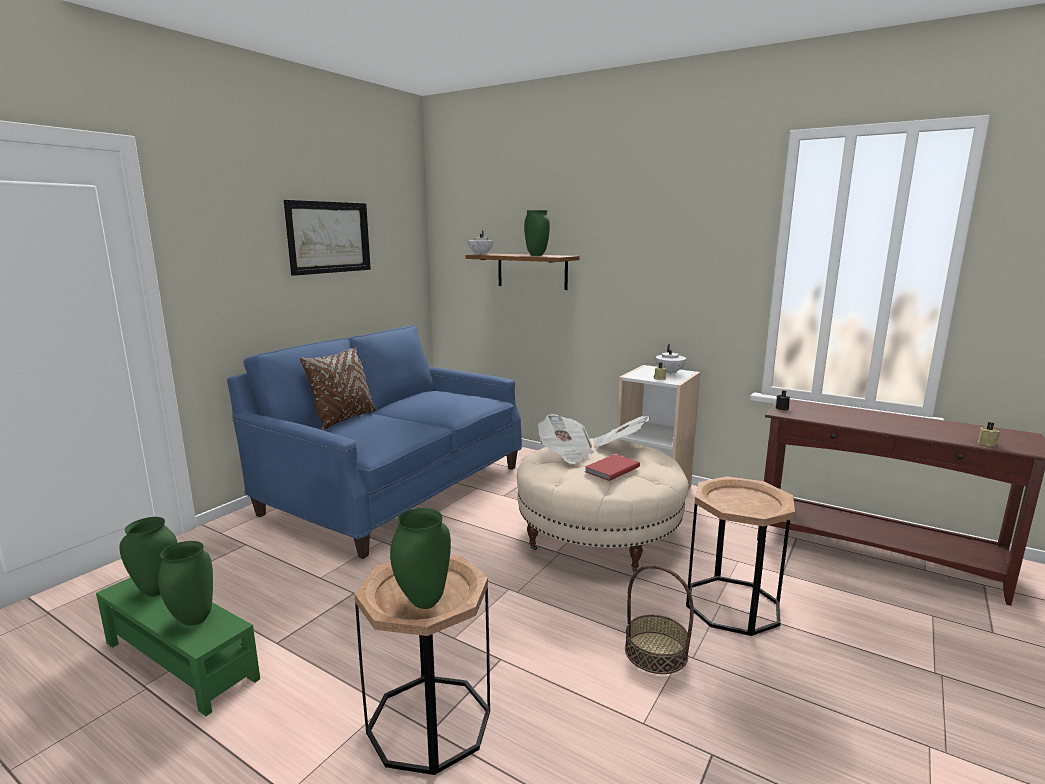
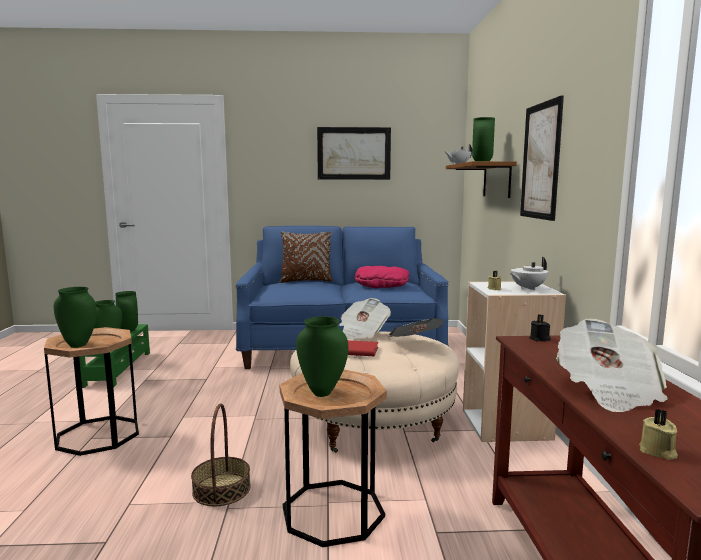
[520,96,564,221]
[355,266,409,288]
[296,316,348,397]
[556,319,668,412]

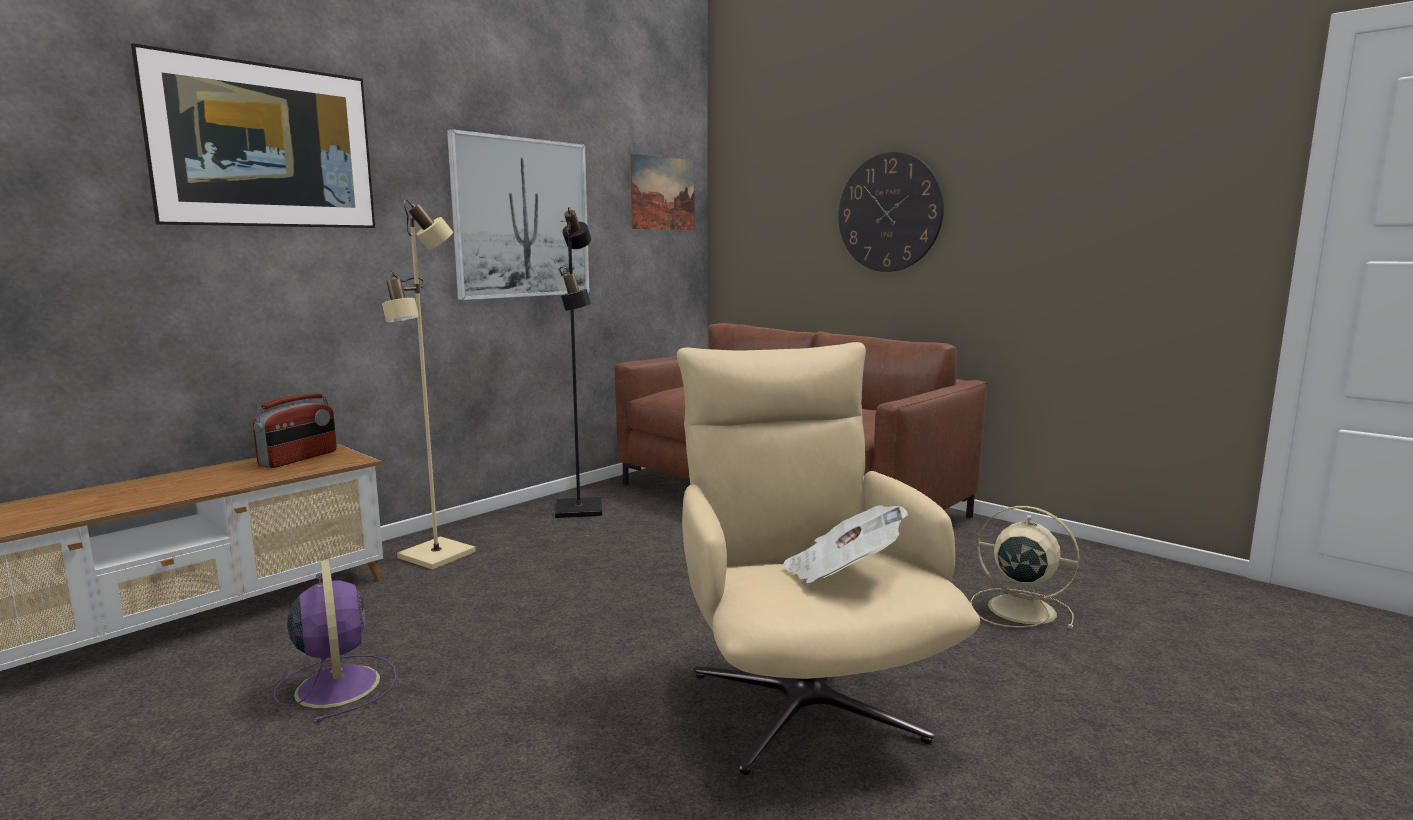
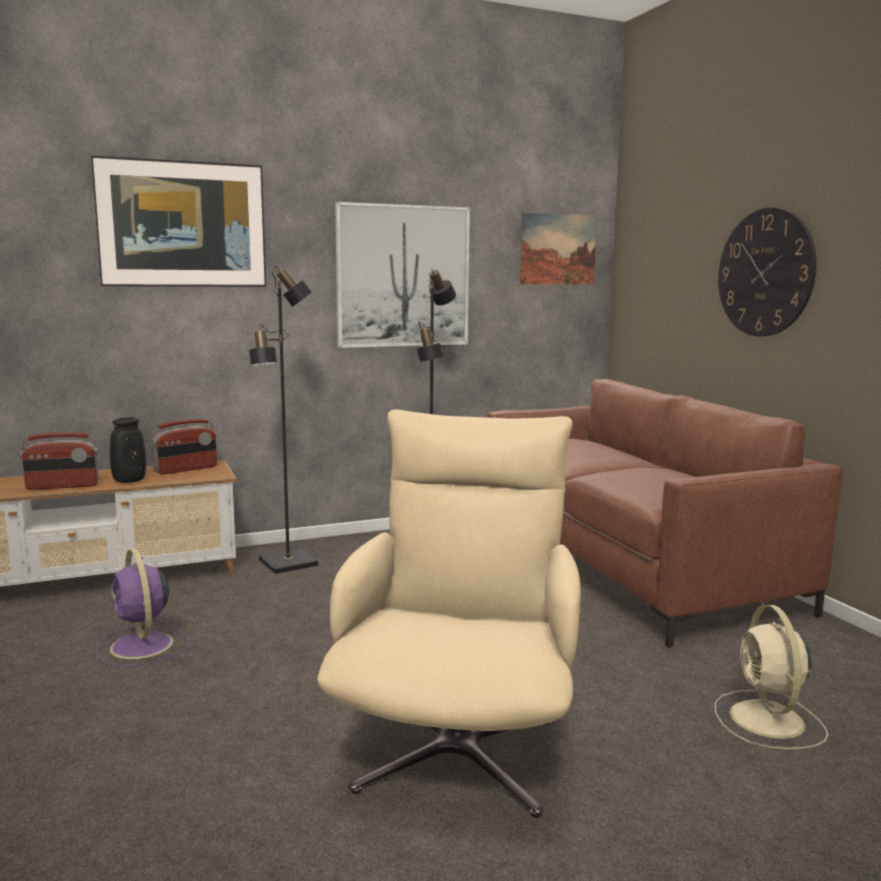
[249,266,318,574]
[783,505,908,583] (first image)
[715,605,828,750]
[96,549,190,667]
[110,418,146,483]
[20,432,99,490]

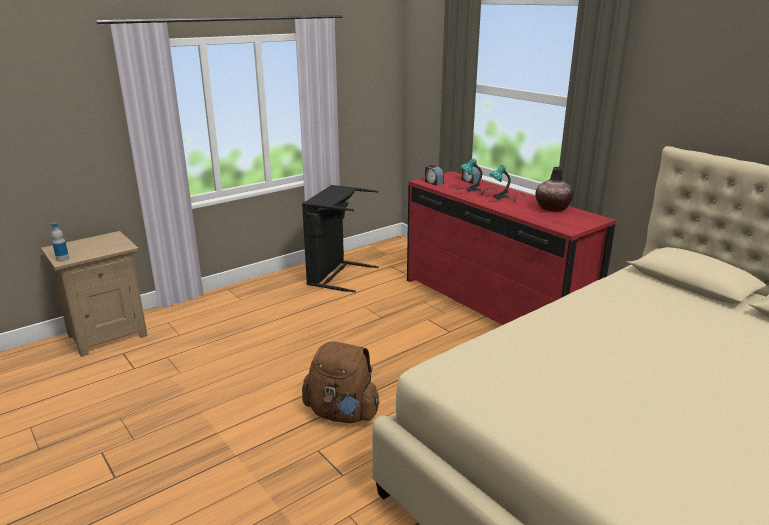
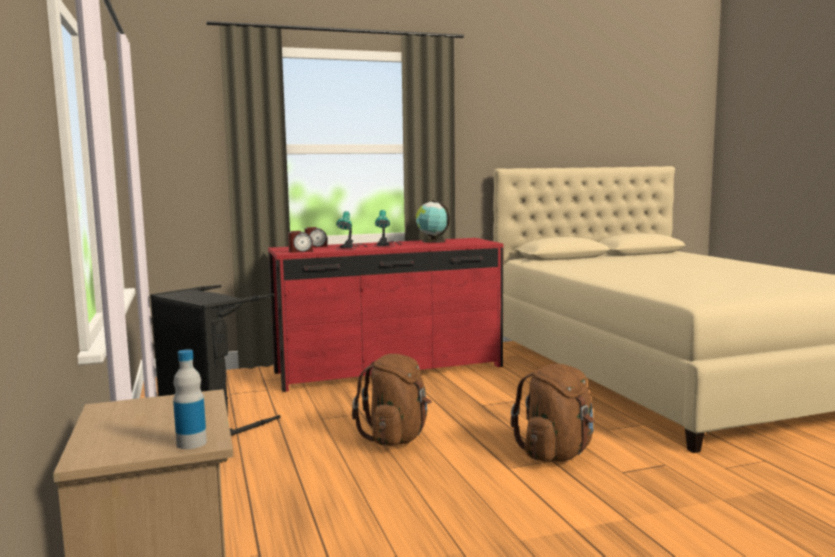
[416,200,450,243]
[352,354,432,446]

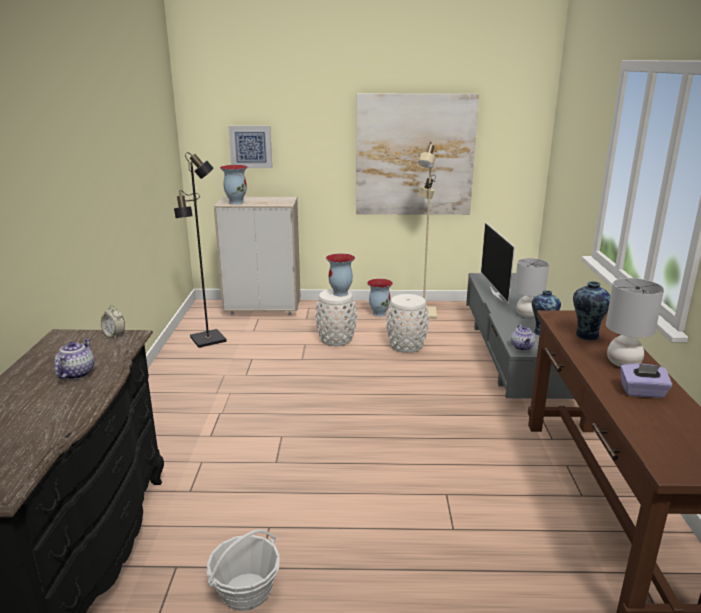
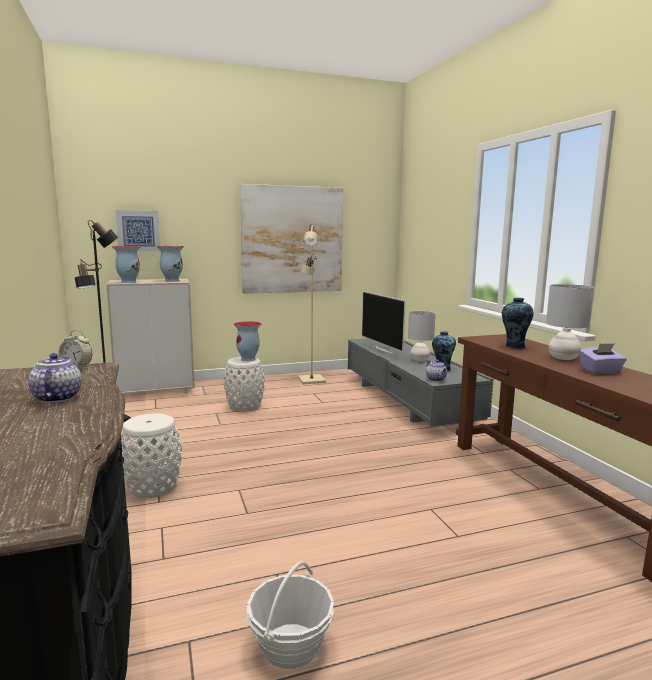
[157,246,184,282]
[121,414,182,498]

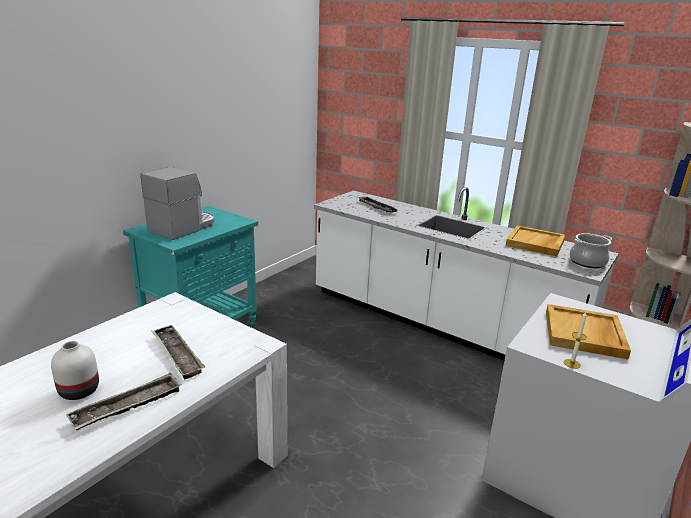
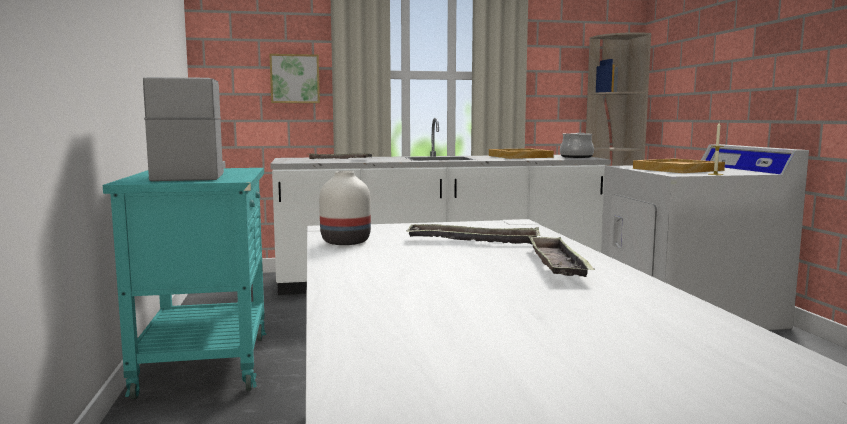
[319,171,371,245]
[269,54,320,103]

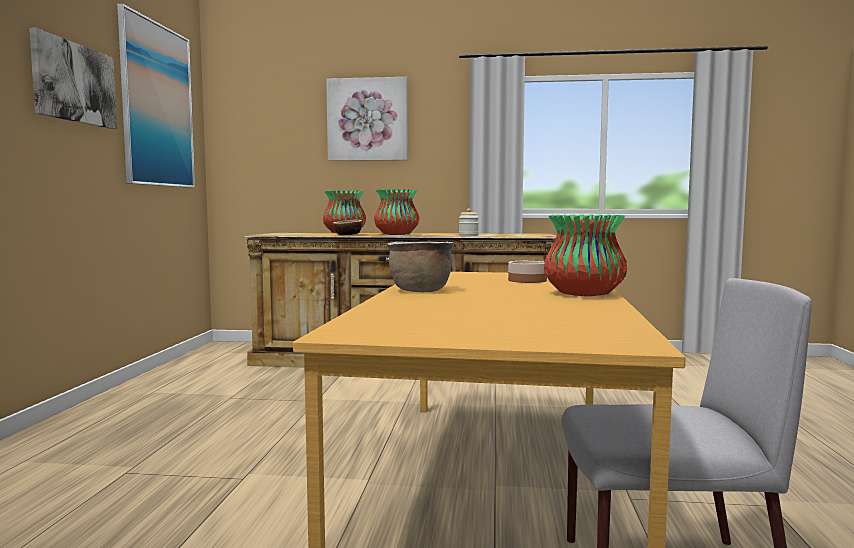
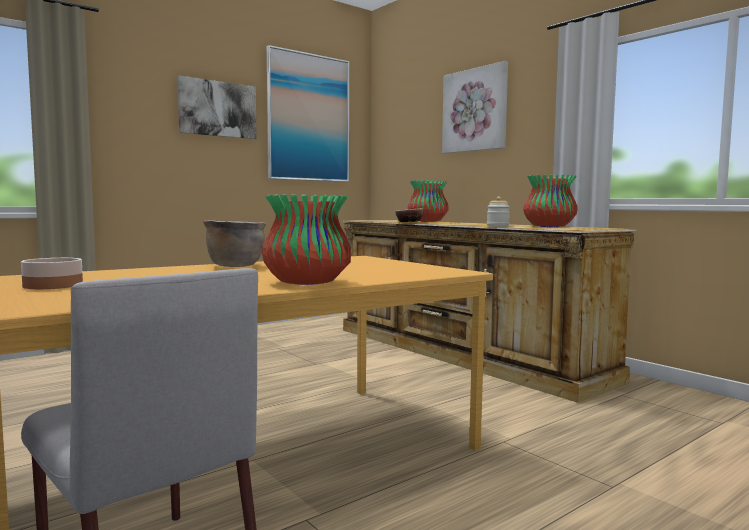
[524,174,578,227]
[21,258,83,289]

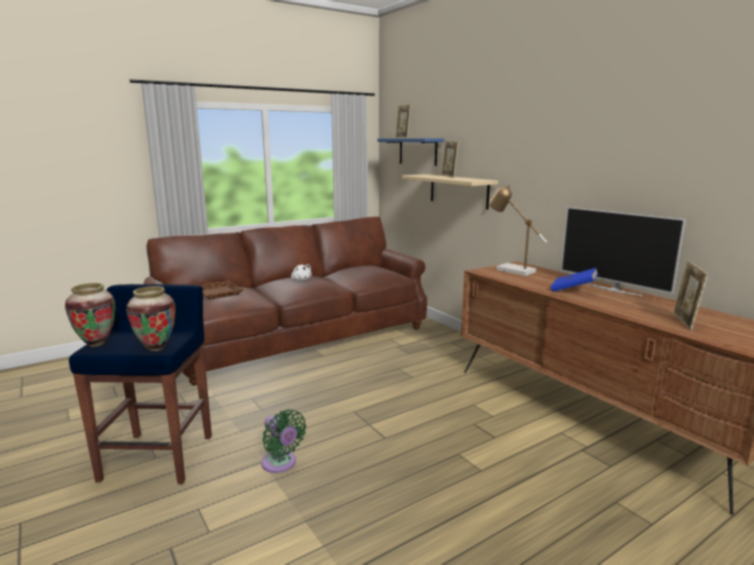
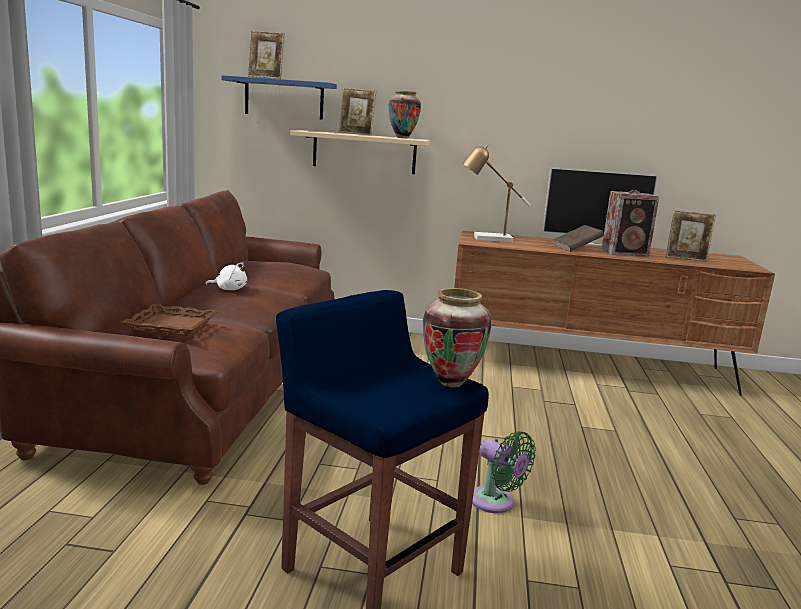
[666,210,716,262]
[553,225,604,252]
[389,91,421,138]
[472,431,536,513]
[602,190,659,257]

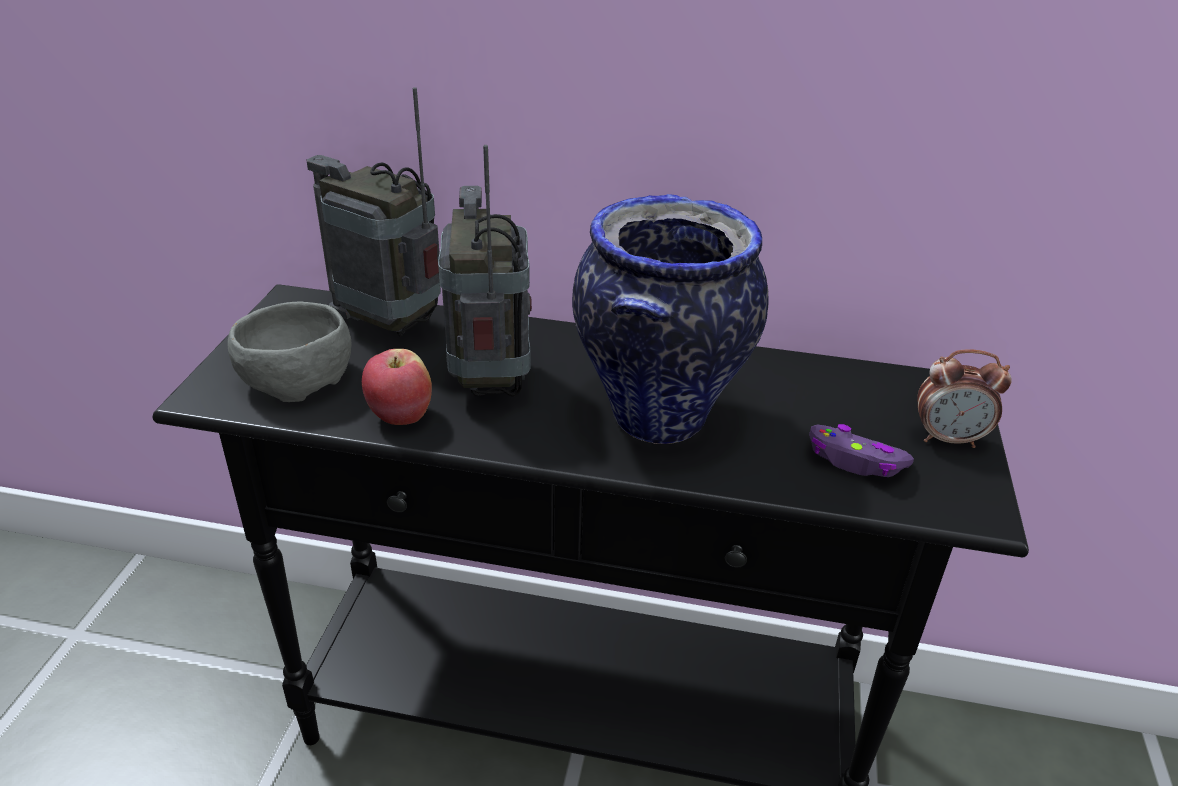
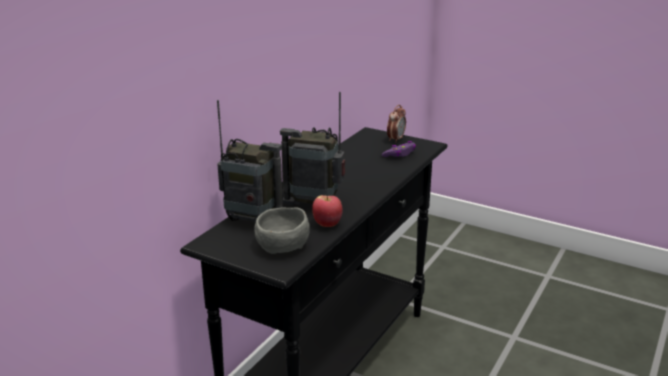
[217,100,283,222]
[572,194,768,444] (first image)

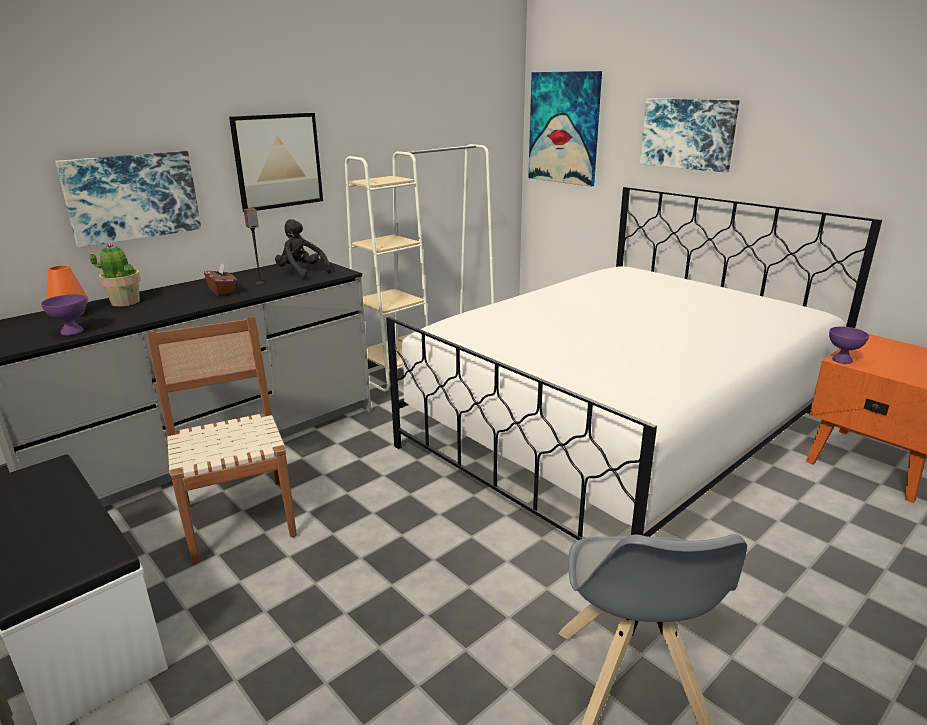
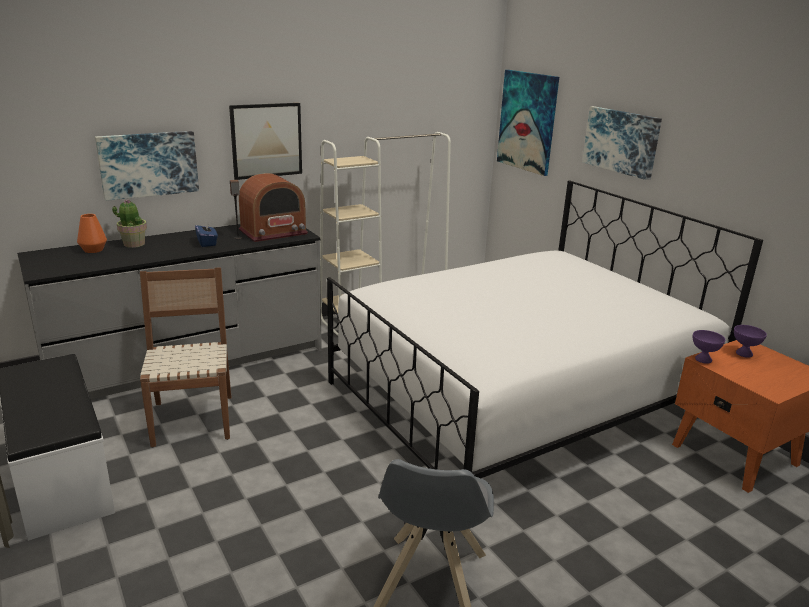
[239,173,308,242]
[195,222,218,247]
[734,325,767,358]

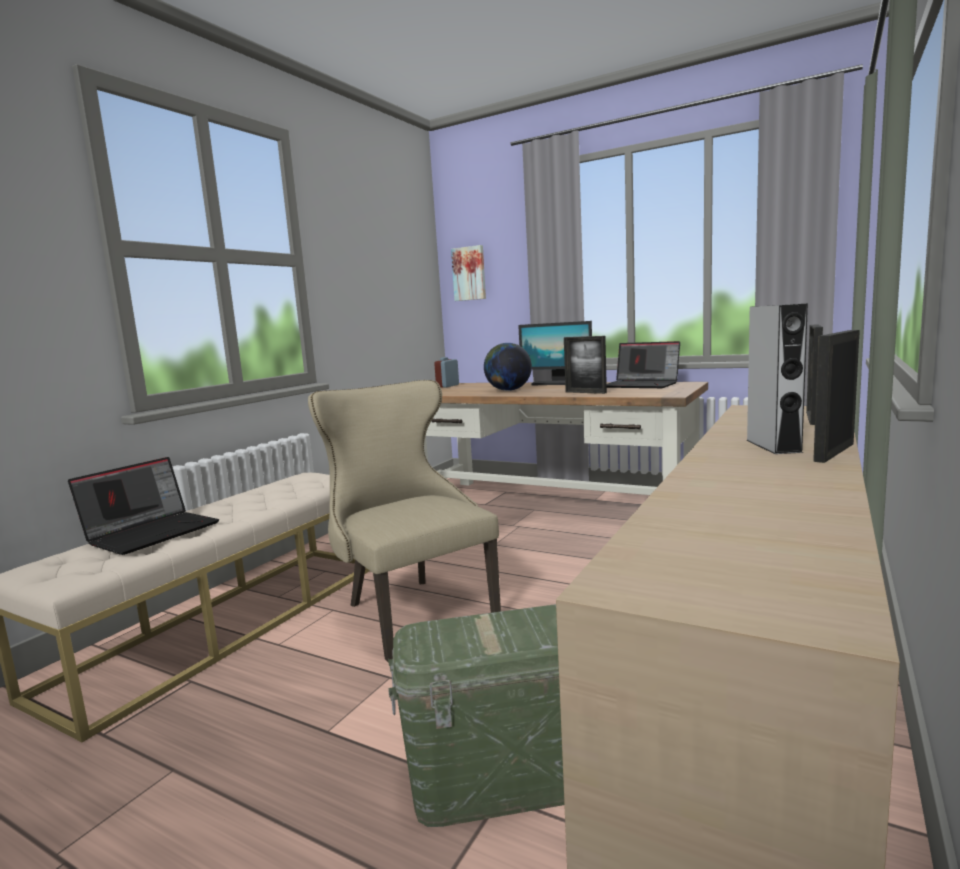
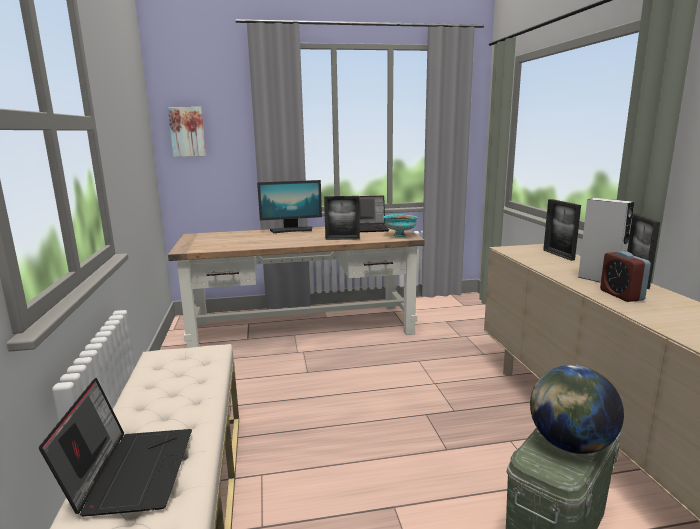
[530,365,624,454]
[600,251,651,302]
[308,380,501,662] (first image)
[384,214,418,237]

